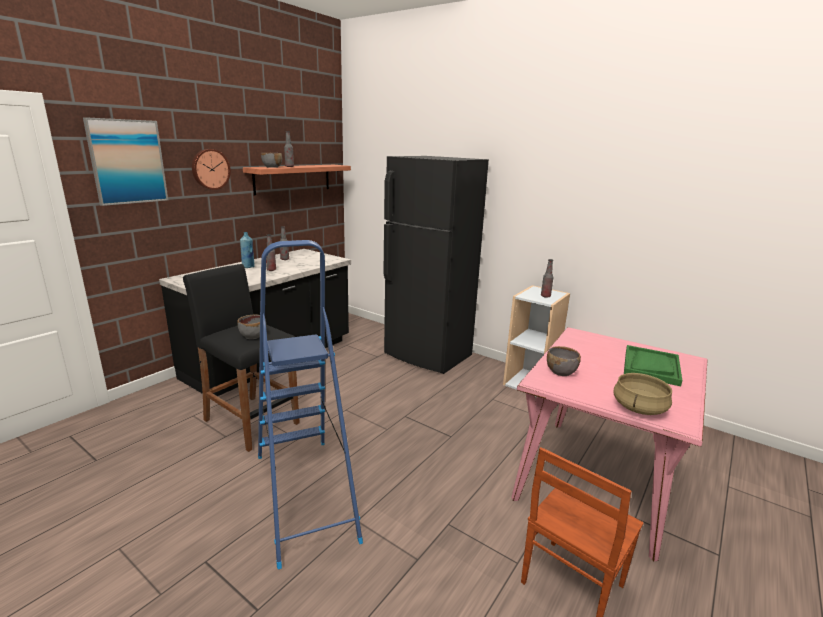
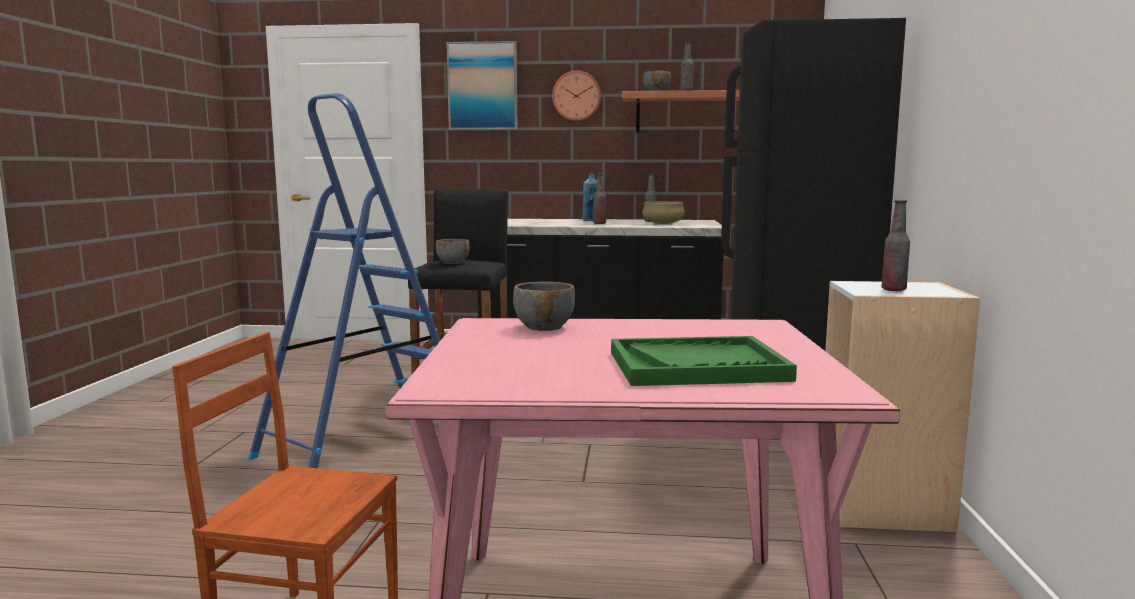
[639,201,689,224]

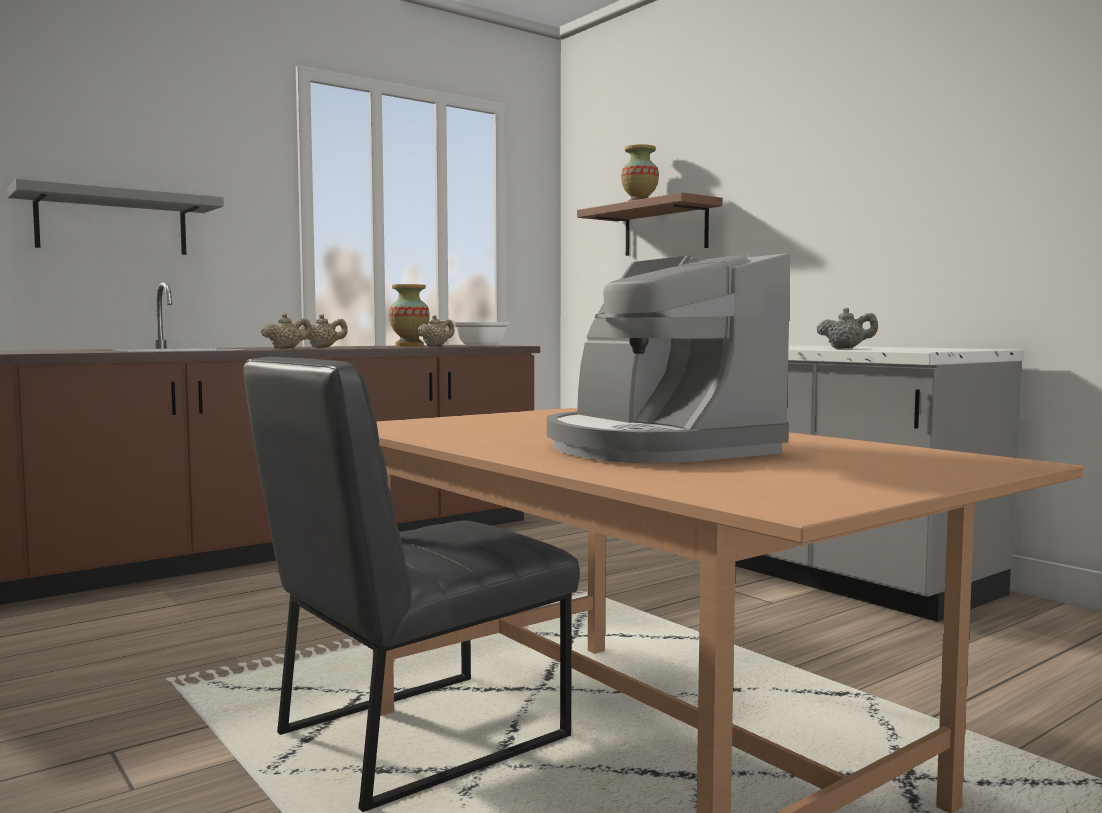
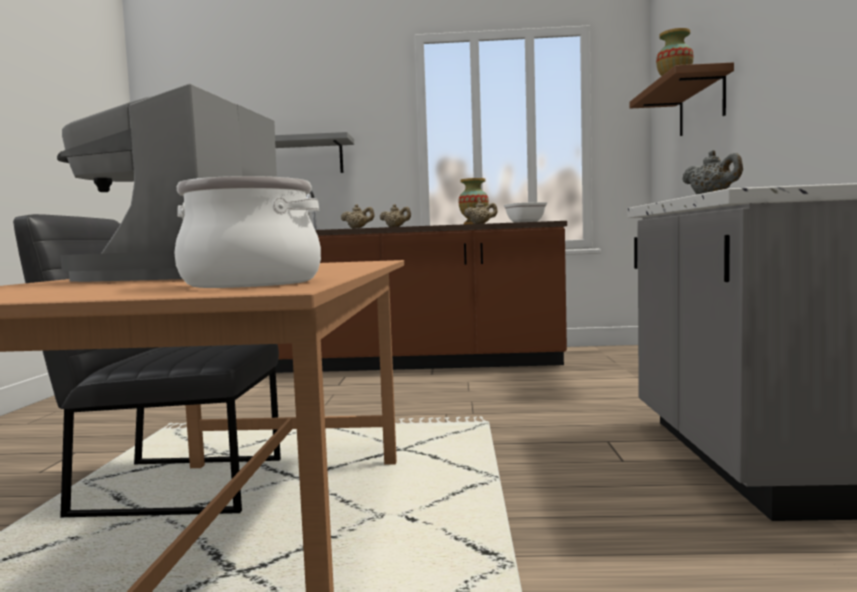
[174,176,321,288]

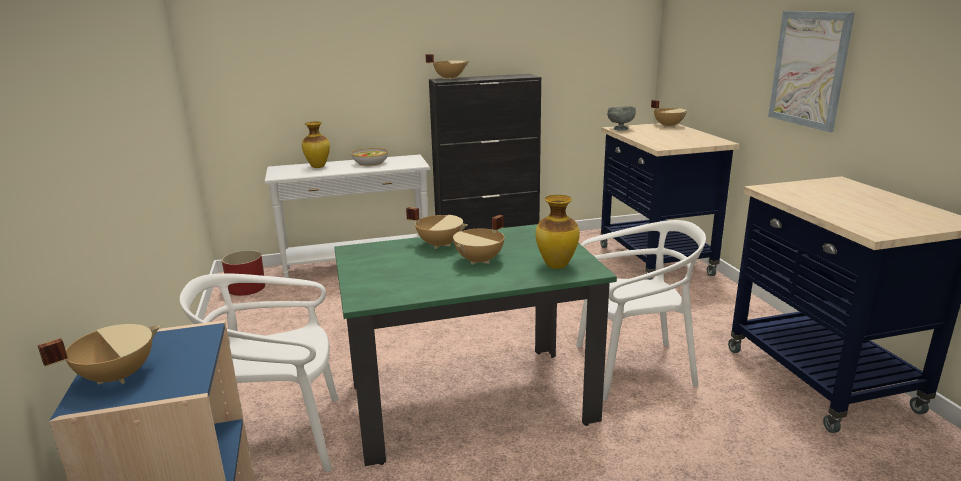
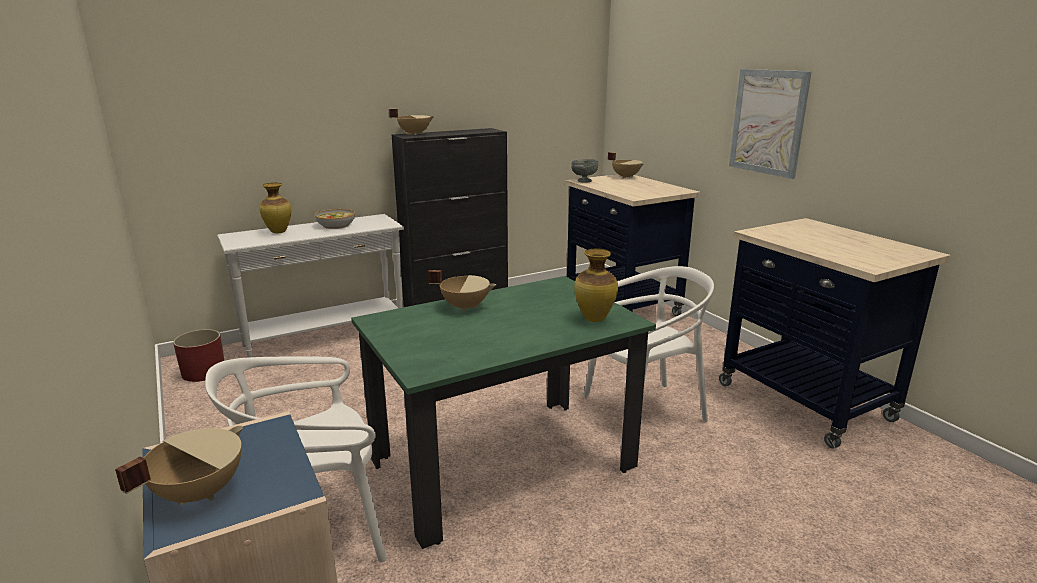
[453,215,504,265] (first image)

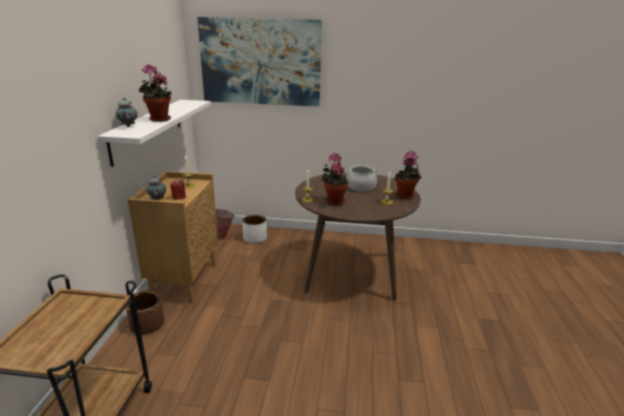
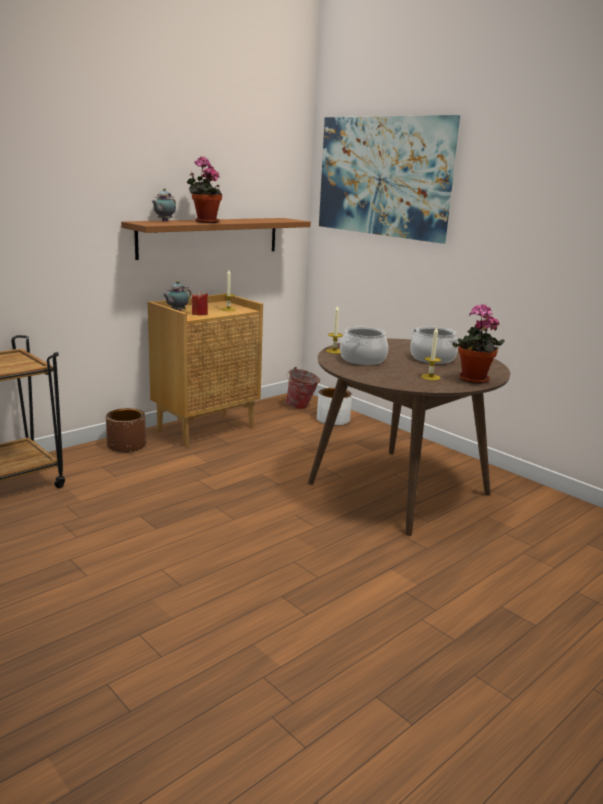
[121,218,311,260]
[340,327,388,365]

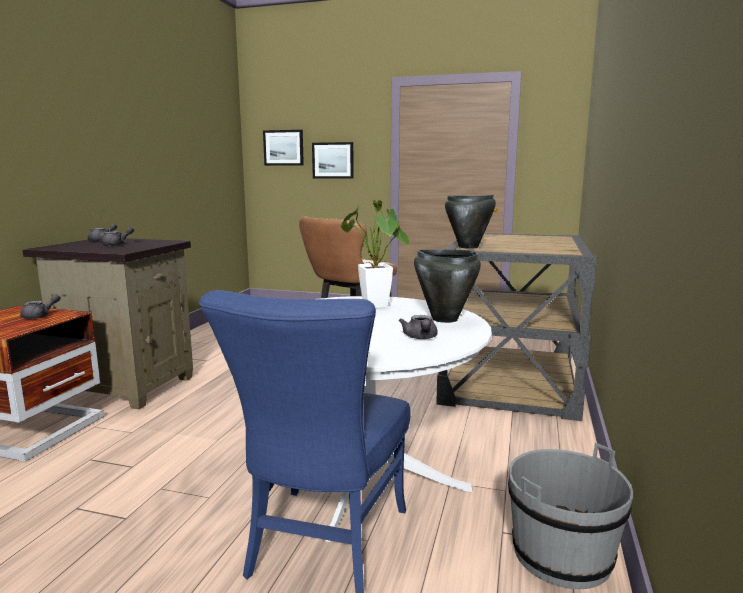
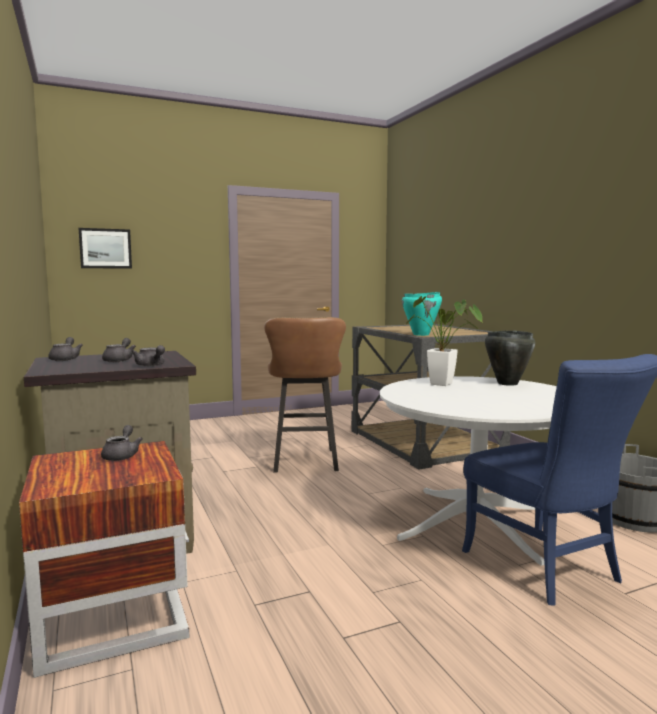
[312,142,354,179] (first image)
[402,292,442,336]
[132,345,165,366]

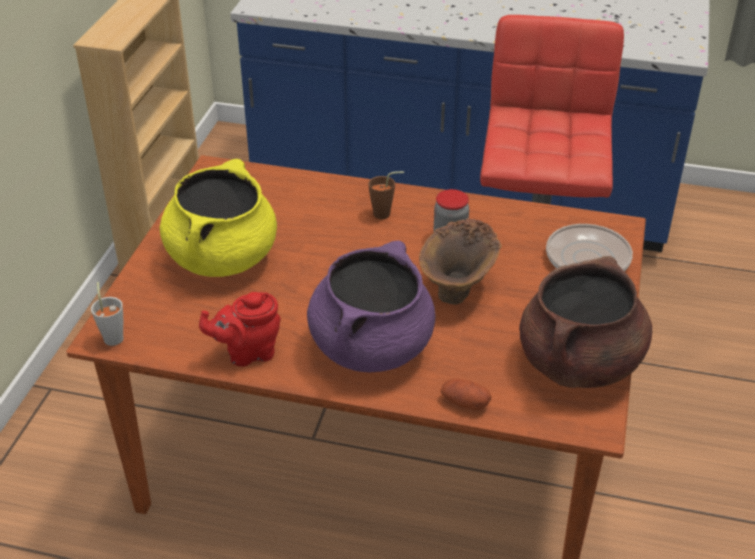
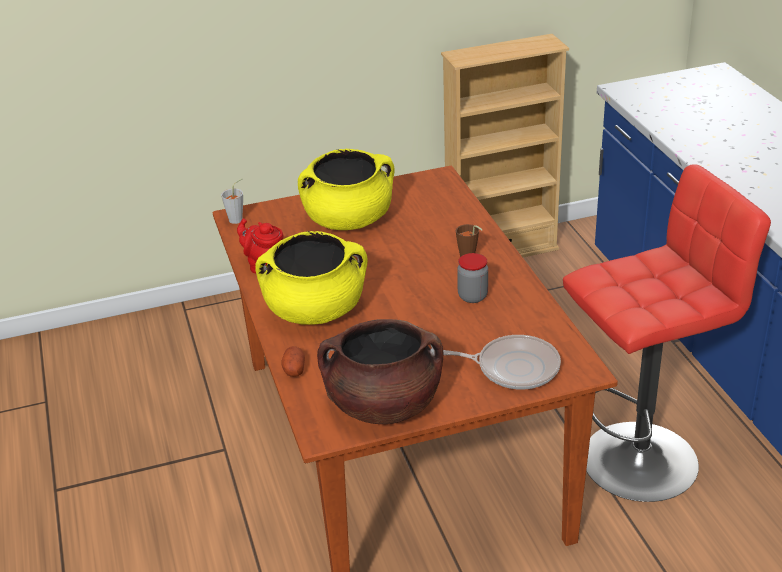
[419,218,502,305] (first image)
[255,231,368,325]

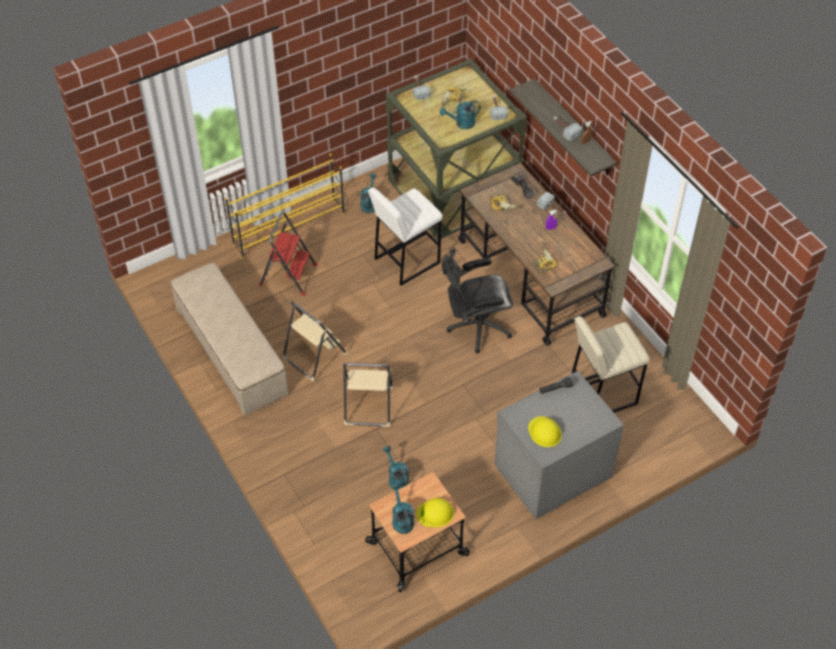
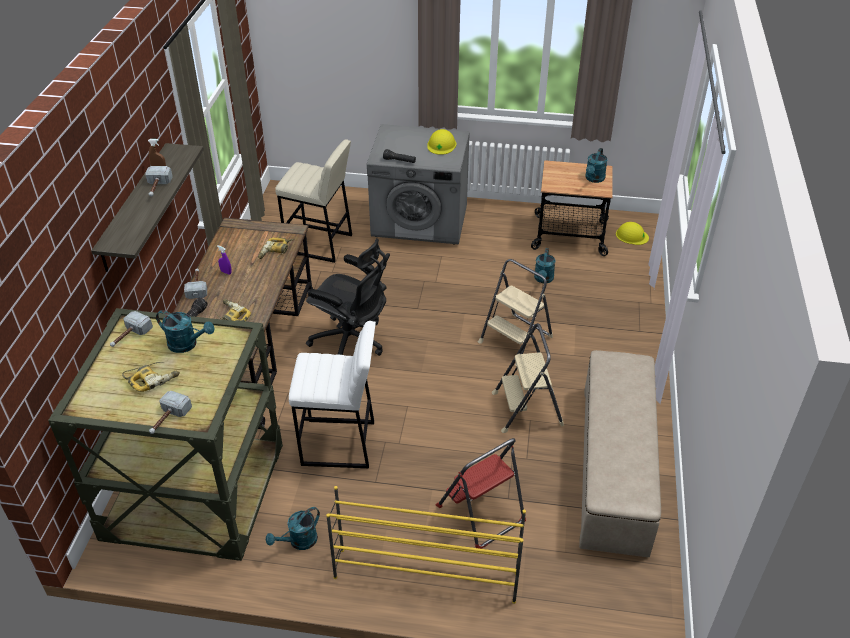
[616,222,649,245]

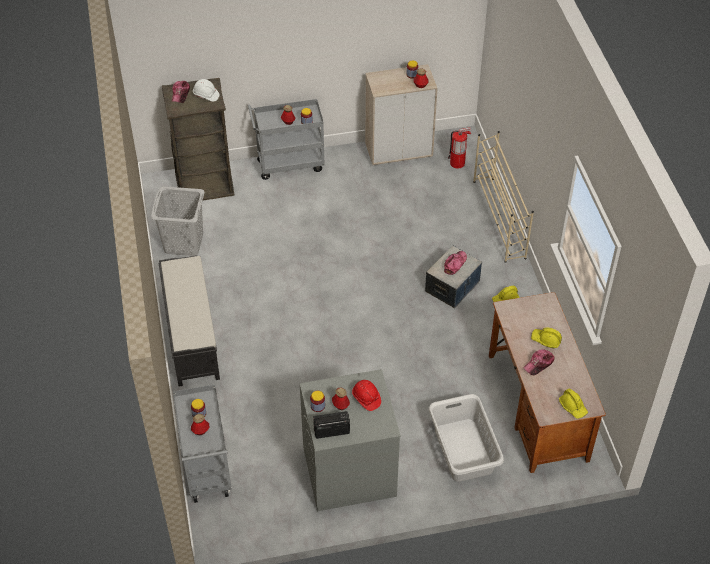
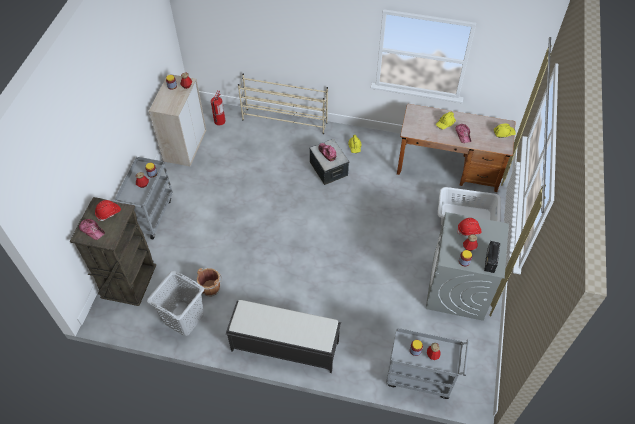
[95,200,121,221]
[197,268,222,297]

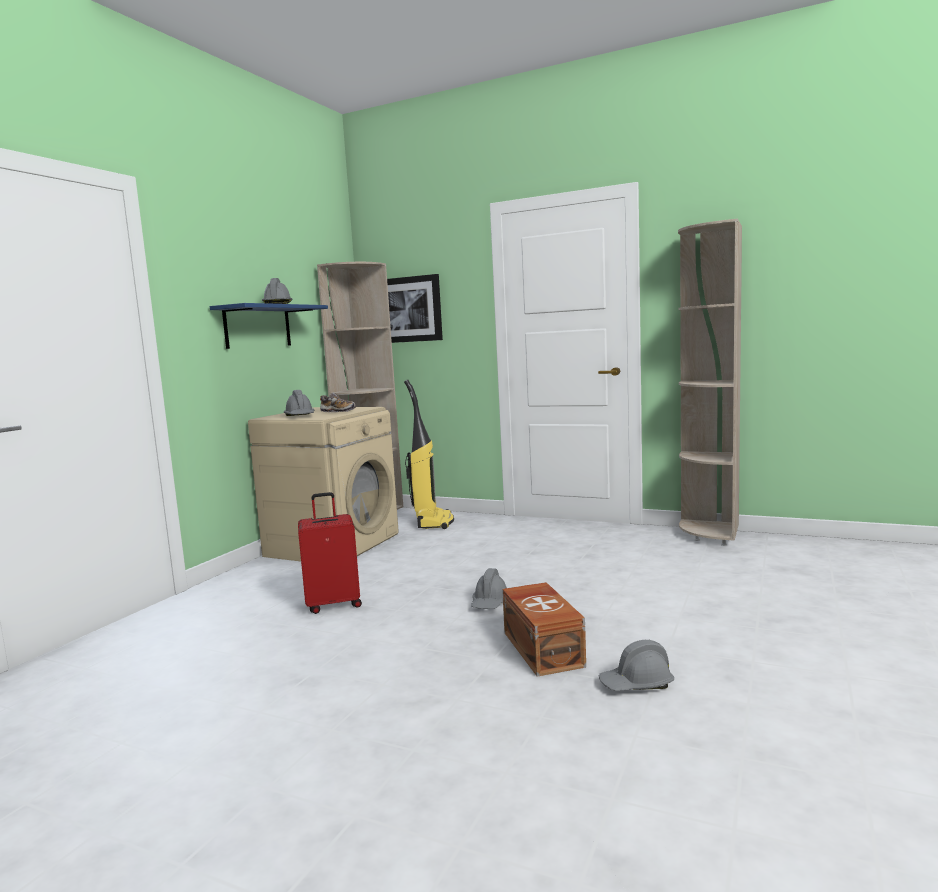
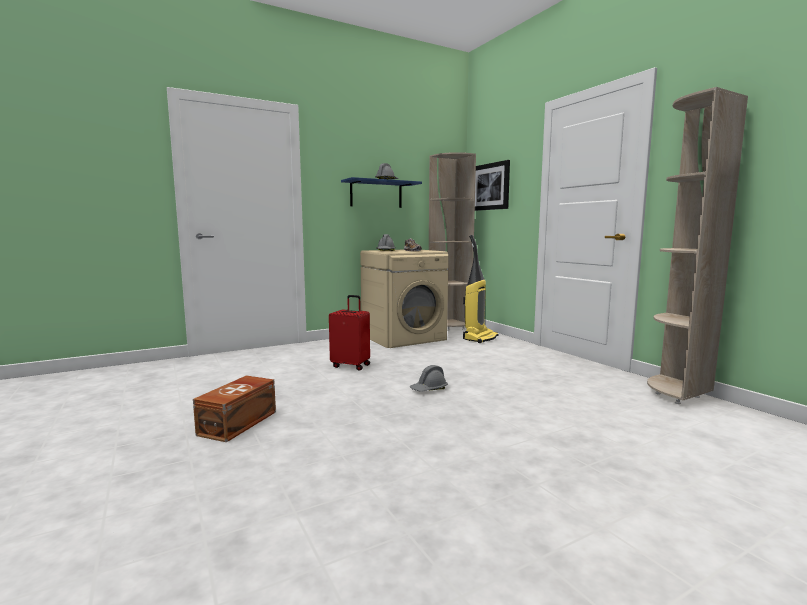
[193,376,276,442]
[598,640,674,691] (first image)

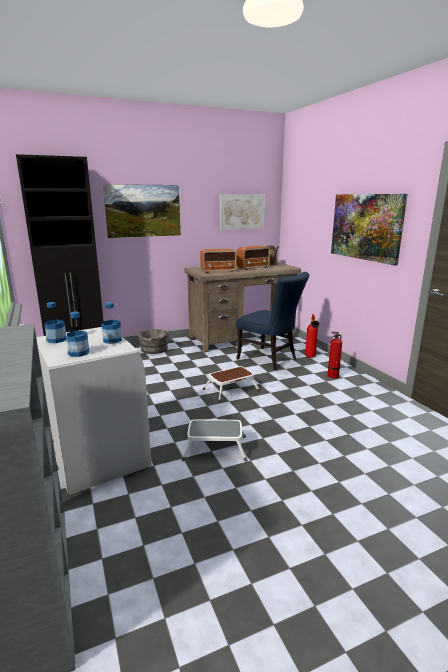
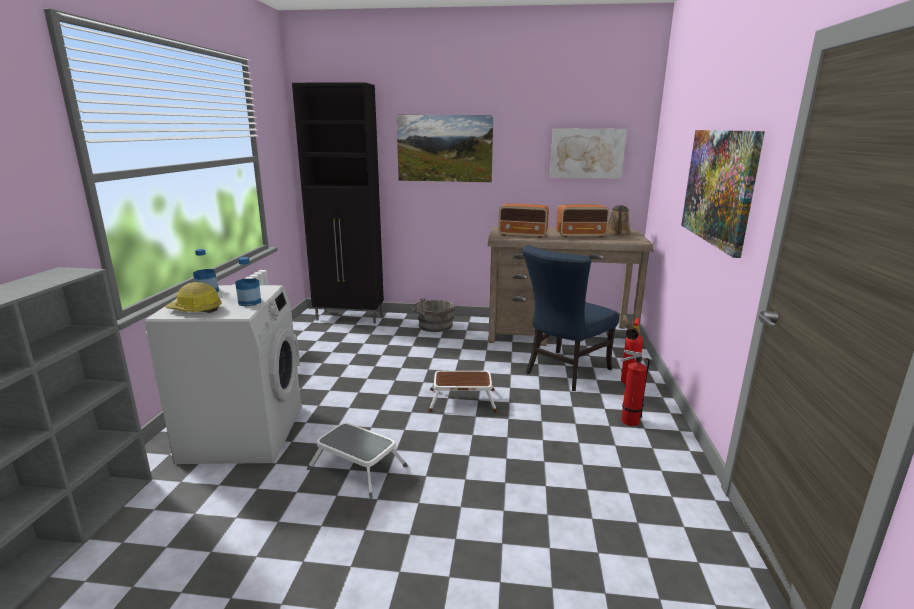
[522,246,619,391]
[165,282,222,313]

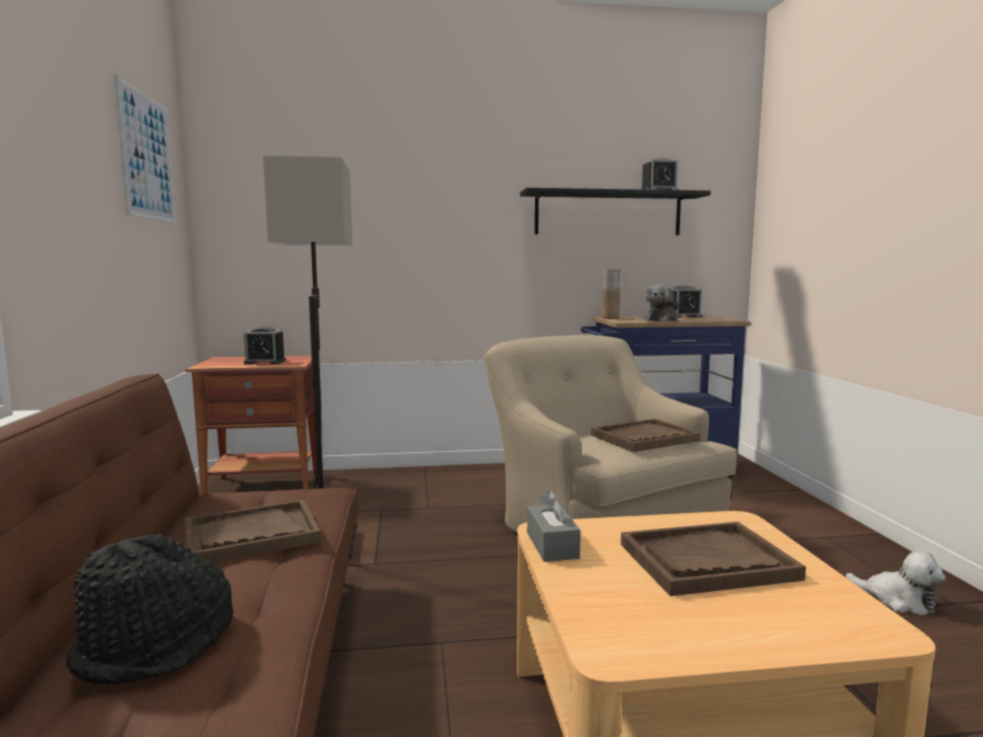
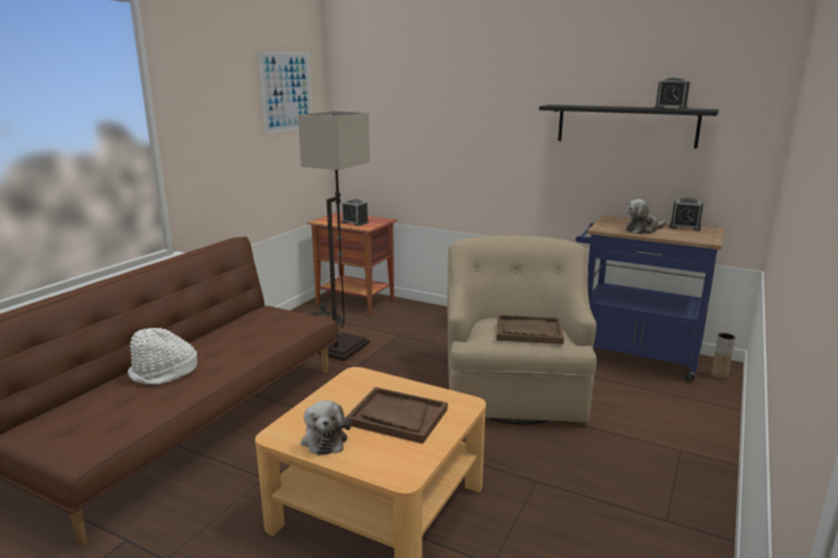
[711,333,735,379]
[527,490,581,562] (first image)
[185,500,321,563] (first image)
[128,328,197,385]
[301,400,351,455]

